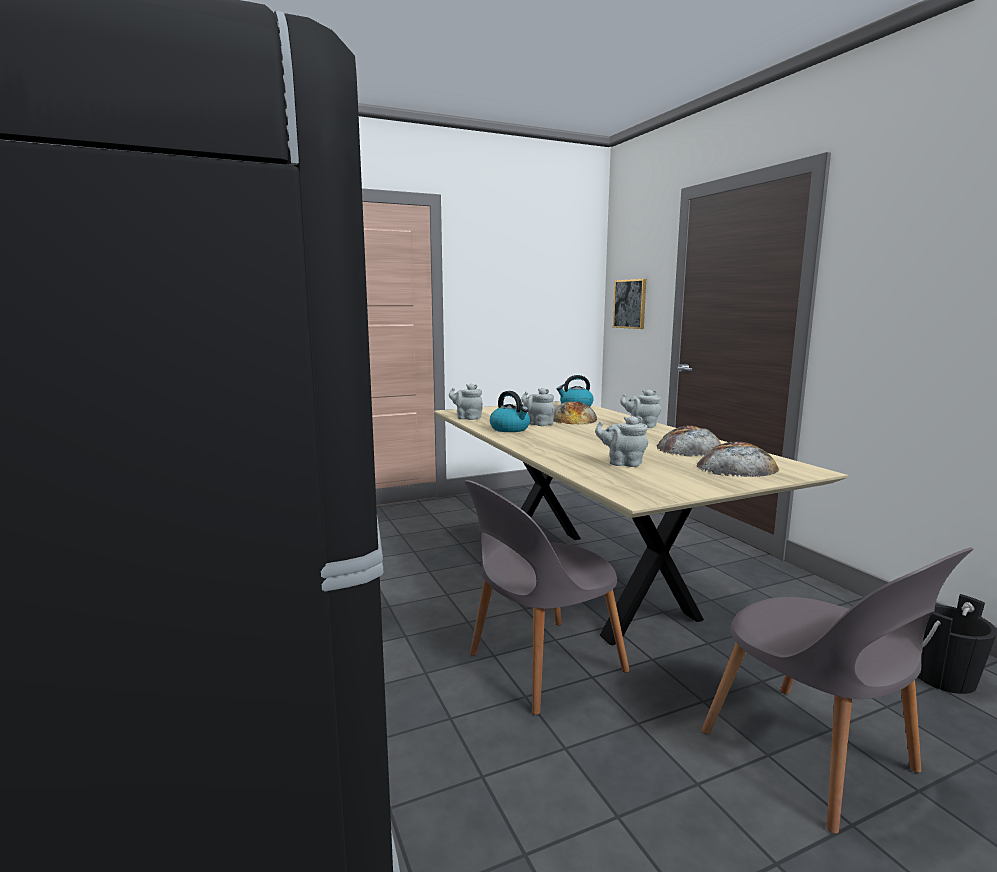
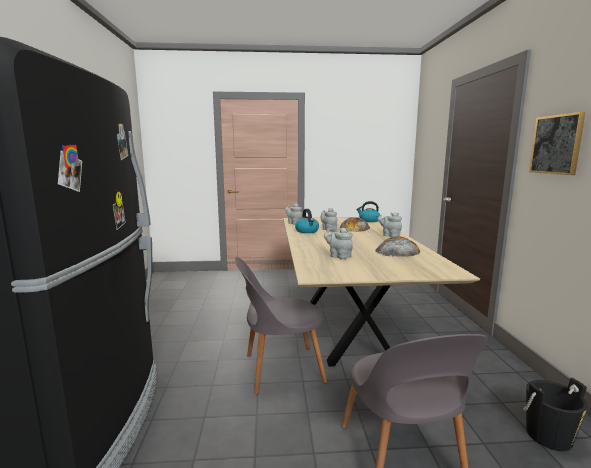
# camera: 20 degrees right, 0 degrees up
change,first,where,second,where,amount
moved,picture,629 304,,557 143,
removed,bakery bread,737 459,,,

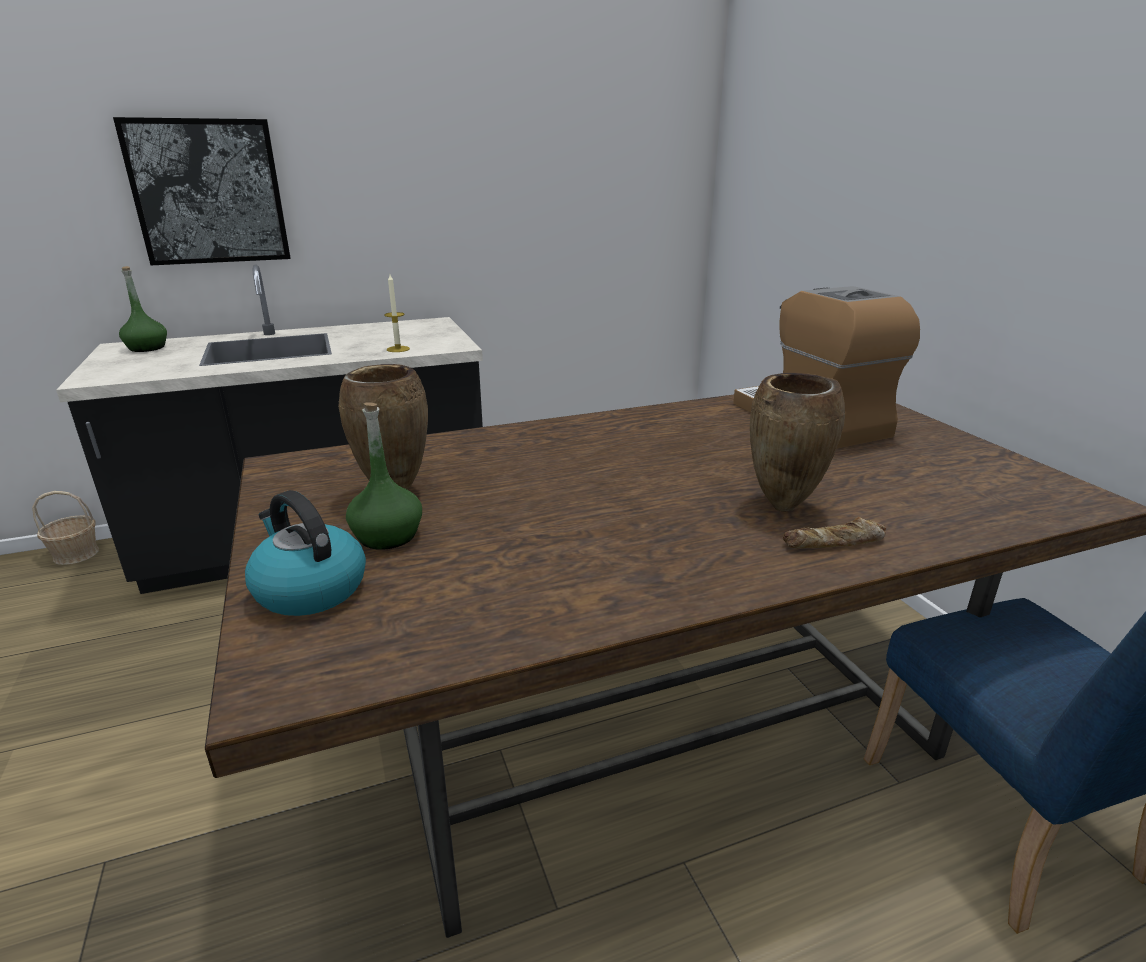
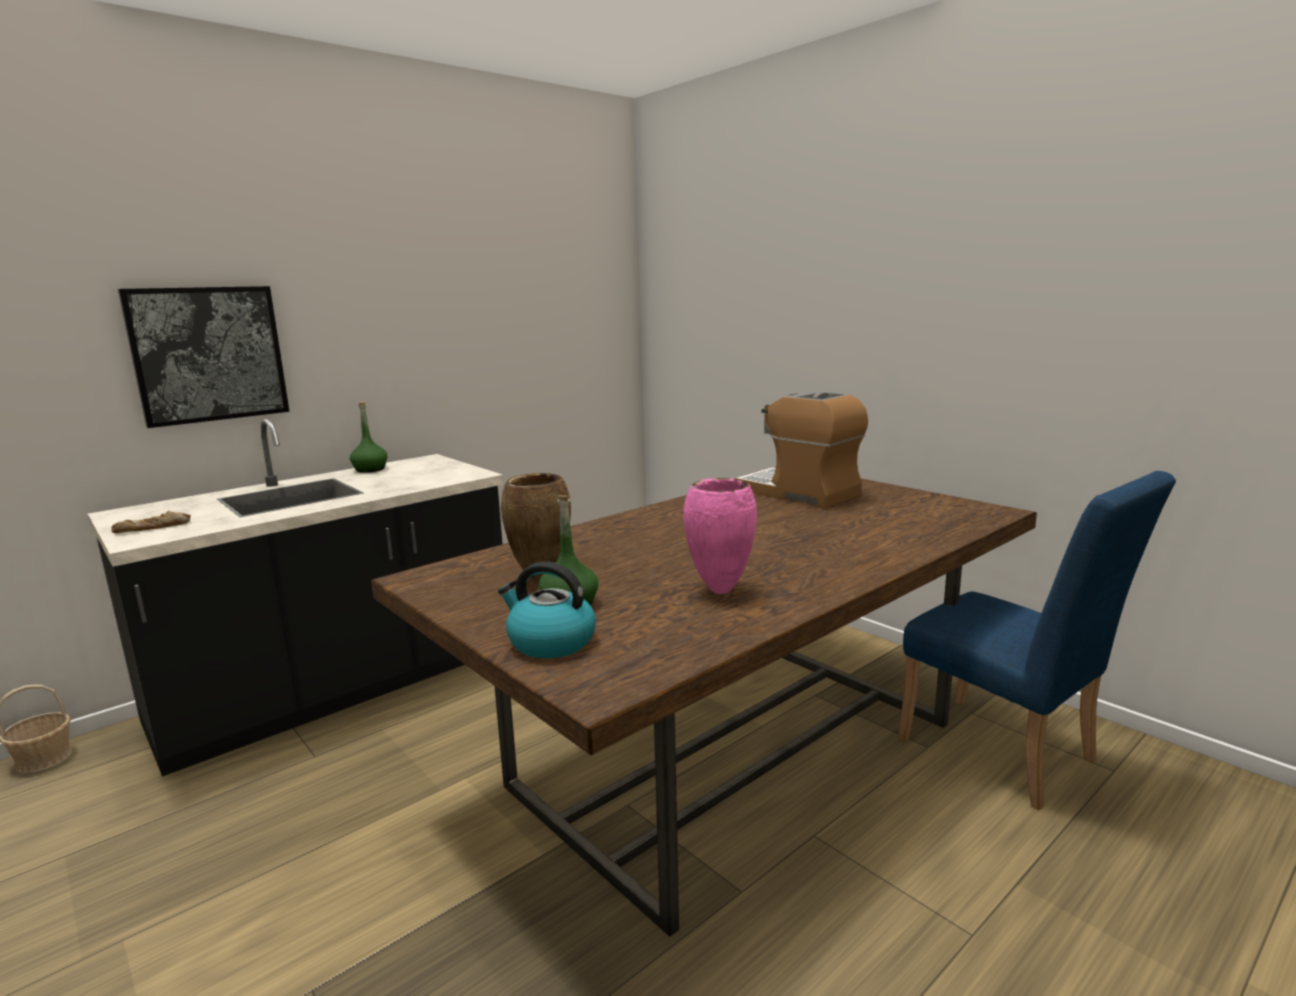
# camera: 20 degrees left, 10 degrees down
change,first,where,second,where,amount
moved,green drink bottle,143 309,,369 437,
removed,candle,397 313,,,
removed,brown-coloured decorative vase,797 442,,,
moved,bakery bread,834 532,,151 522,
added,,,pinkish decorative vase,720 536,

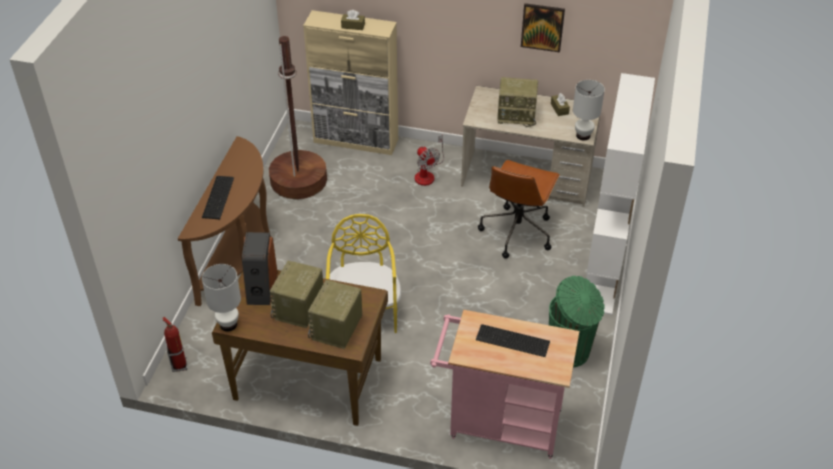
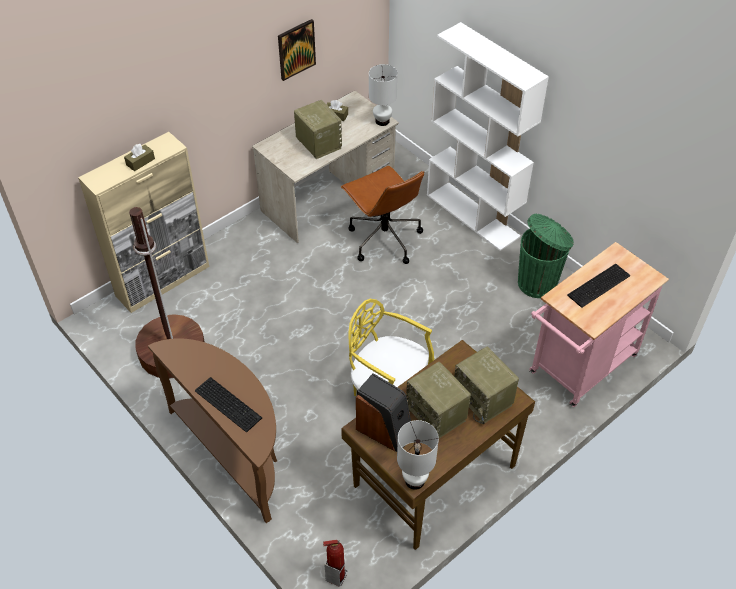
# camera: 55 degrees left, 5 degrees up
change,first,where,second,where,amount
turned,radio,517 102,,318 129,75 degrees counterclockwise
removed,electric fan,429 160,,,

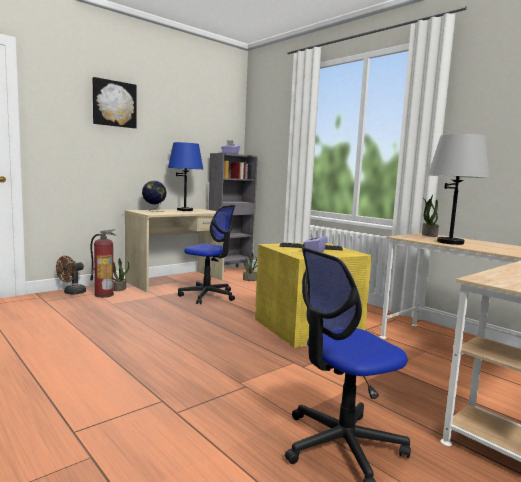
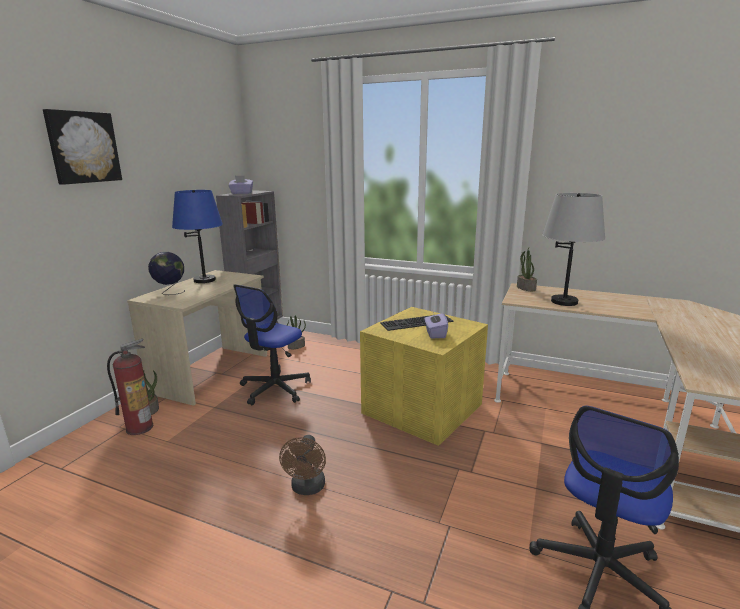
# camera: 25 degrees left, 10 degrees up
change,first,where,second,where,amount
turned,computer chair,206 254,,272 344,120 degrees clockwise
moved,brown-coloured electric fan,71 275,,302 465,

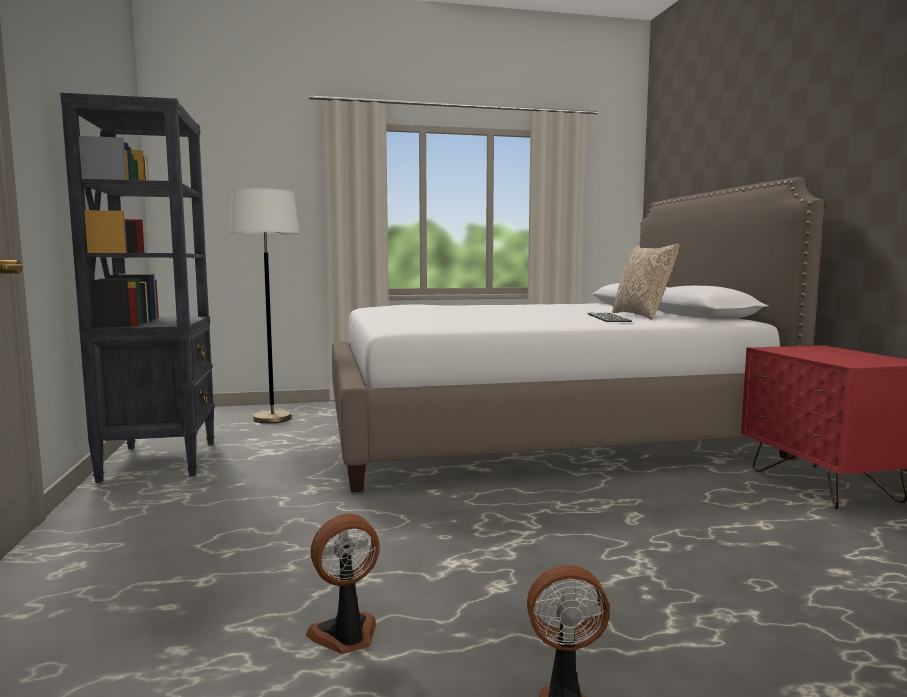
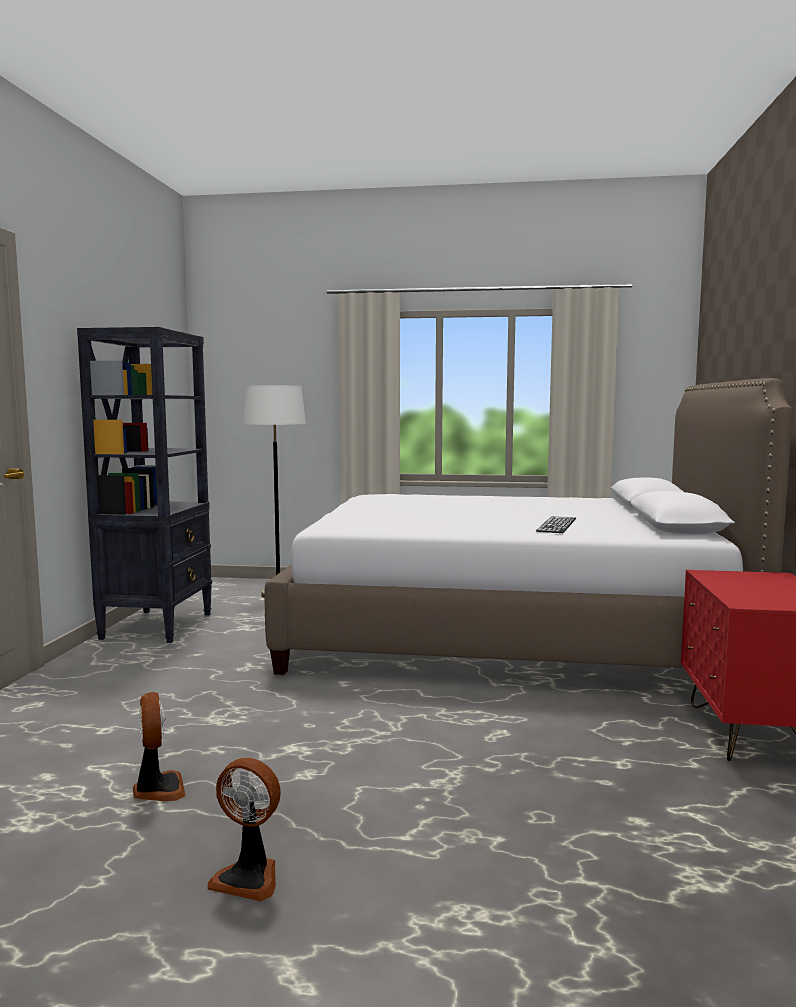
# camera: 20 degrees right, 0 degrees up
change,first,where,second,where,amount
removed,cushion,646 282,,,
turned,electric fan,342 584,,159 746,75 degrees clockwise

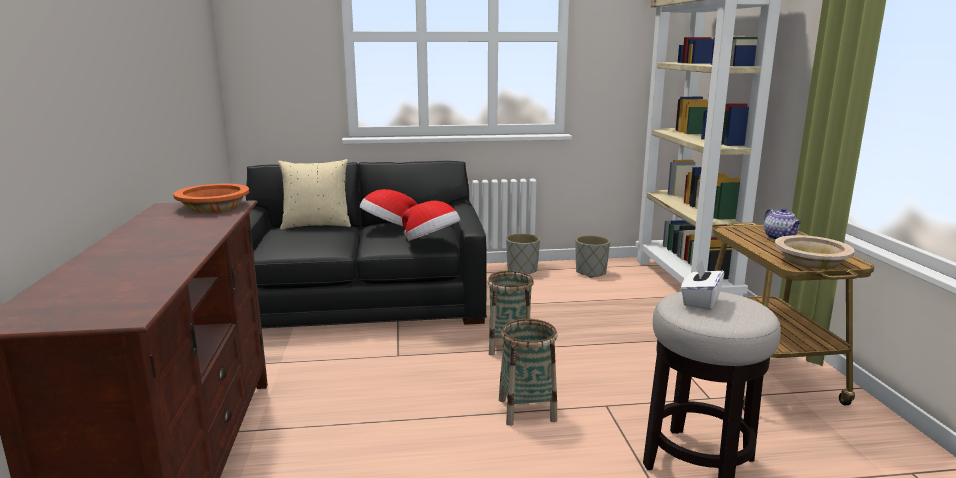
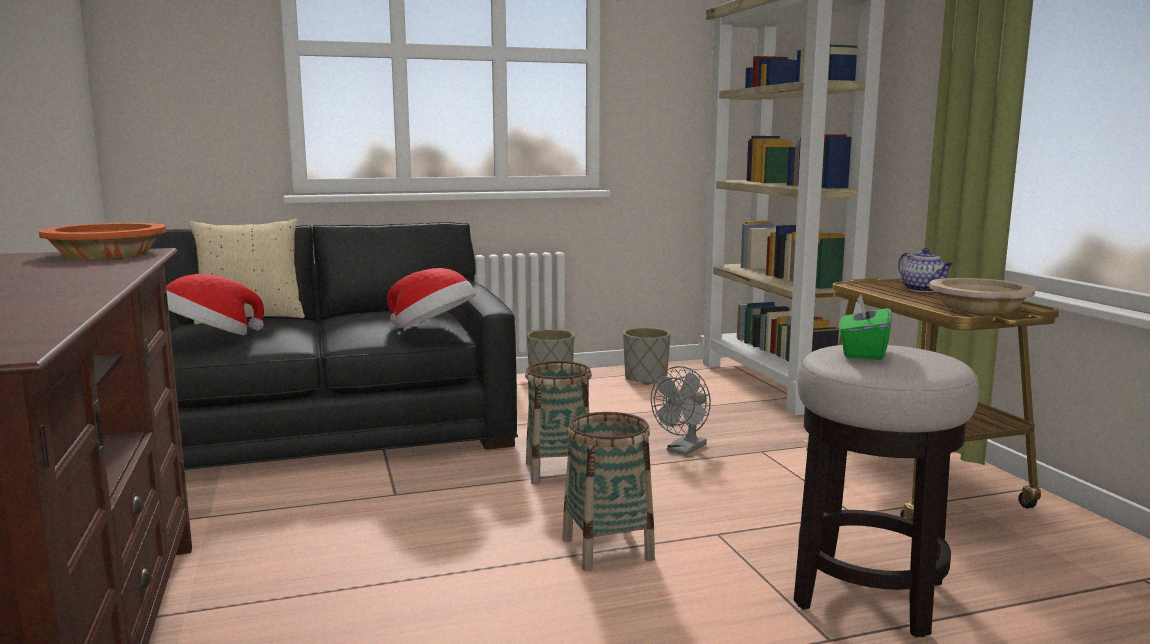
# camera: 10 degrees left, 5 degrees down
change,first,where,second,where,amount
moved,hat,389 207,,215 304,
recoloured,white-coloured tissue holder,702 285,green tissue holder,865 327,
added,,,grey electric fan,681 410,

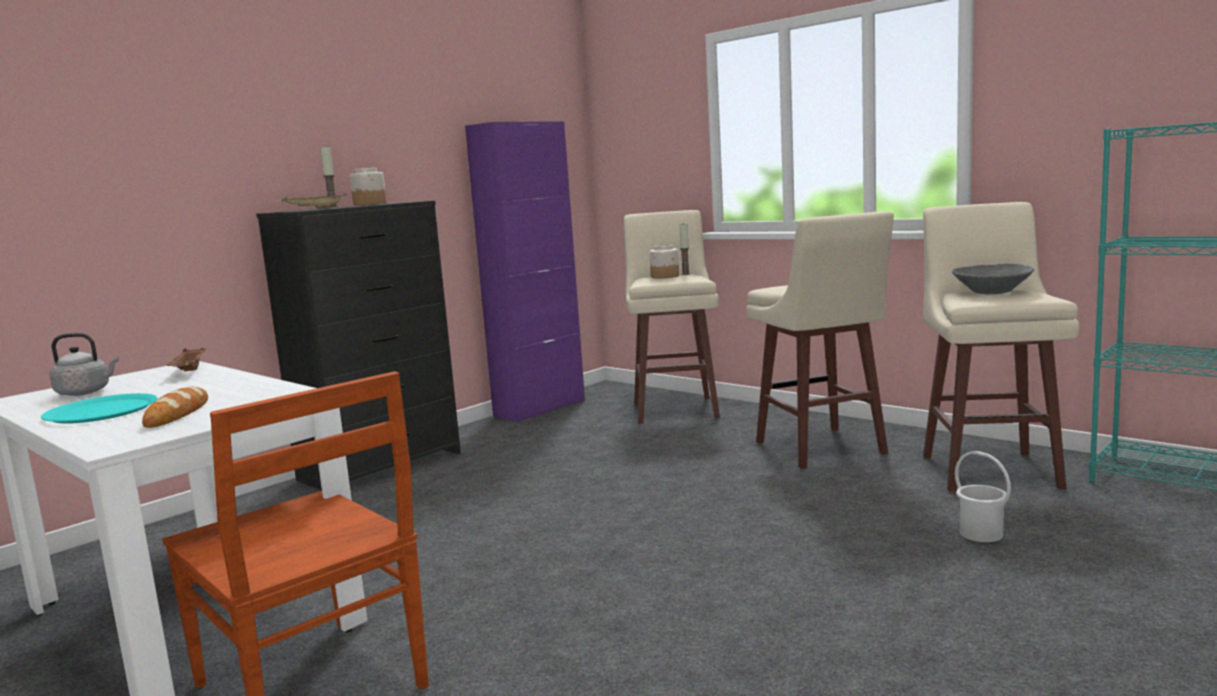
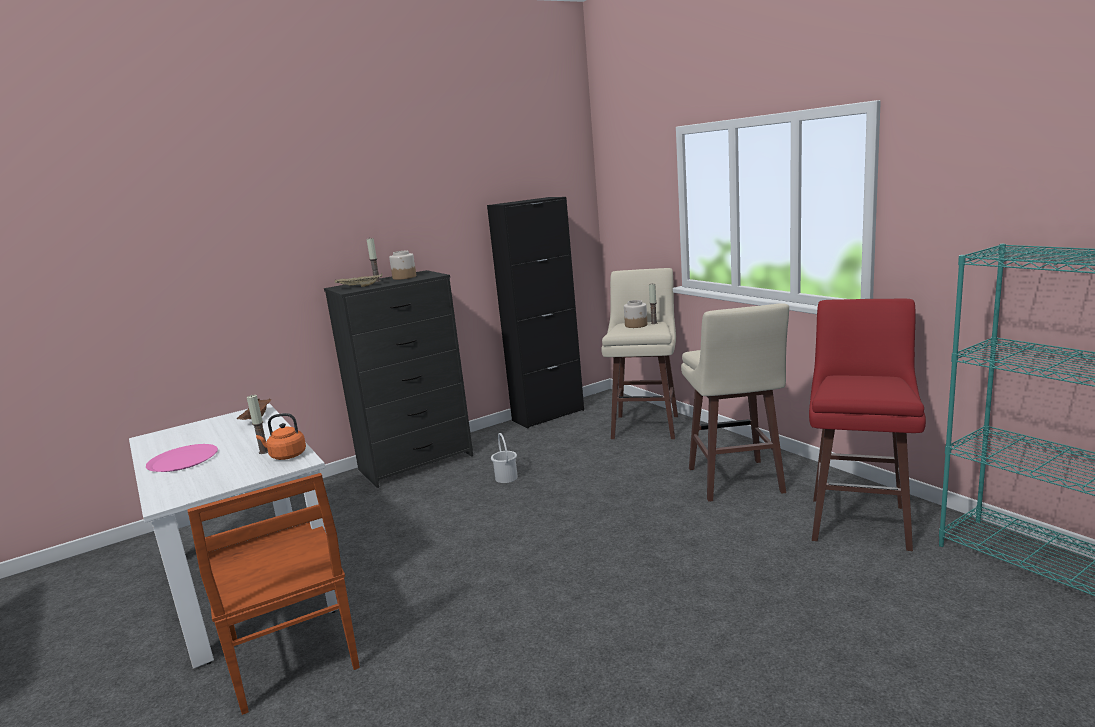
# camera: 15 degrees right, 5 degrees up
change,first,where,second,where,amount
recoloured,purple cabinet,525 271,blackish cabinet,535 313,
recoloured,beige-coloured stool seat,1001 347,red stool seat,867 425,
removed,grey bowl,993 279,,,
removed,grey kettle,84 364,,,
removed,bakery bread,175 407,,,
recoloured,blue-green plate,99 408,pinkish plate,182 458,
moved,white-coloured pail,983 496,,504 458,
added,,,candle,257 424,
added,,,orange kettle,281 436,

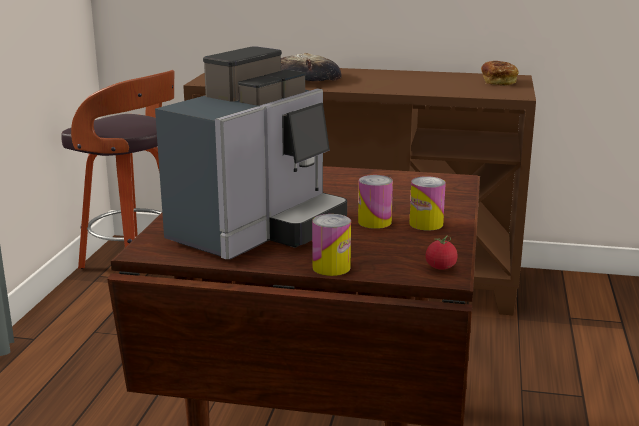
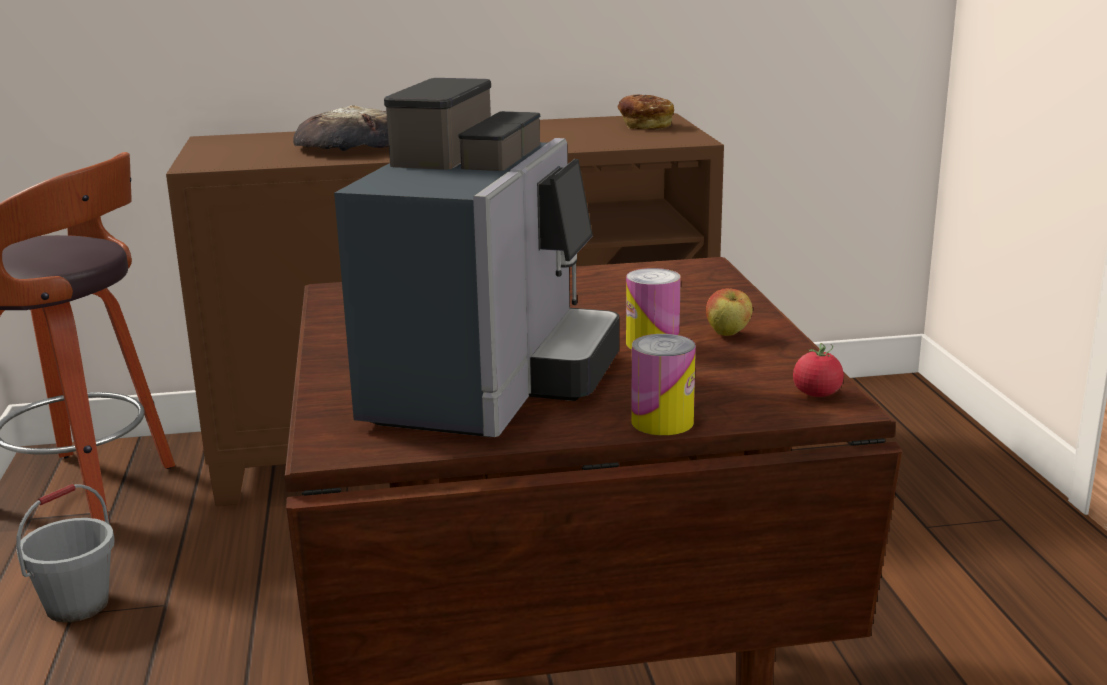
# camera: 20 degrees left, 0 degrees up
change,first,where,second,where,amount
replaced,can,428 203,apple,729 312,
added,,,grey pail,65 553,

